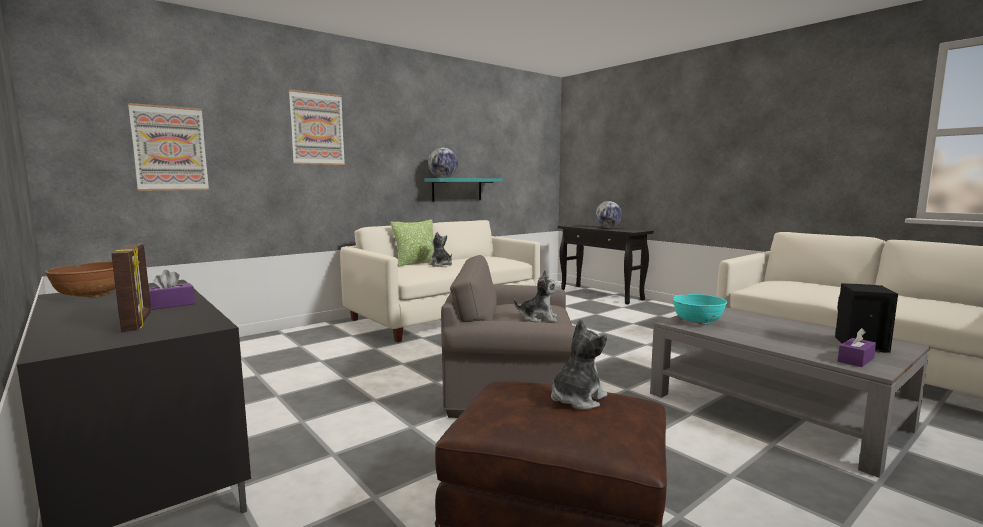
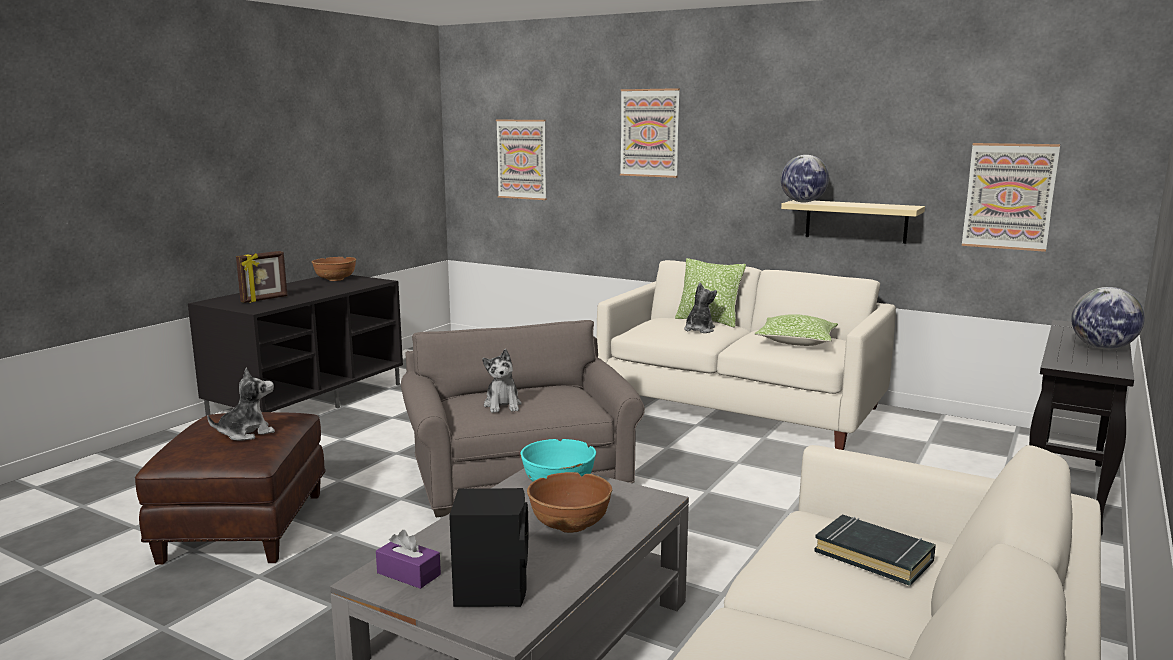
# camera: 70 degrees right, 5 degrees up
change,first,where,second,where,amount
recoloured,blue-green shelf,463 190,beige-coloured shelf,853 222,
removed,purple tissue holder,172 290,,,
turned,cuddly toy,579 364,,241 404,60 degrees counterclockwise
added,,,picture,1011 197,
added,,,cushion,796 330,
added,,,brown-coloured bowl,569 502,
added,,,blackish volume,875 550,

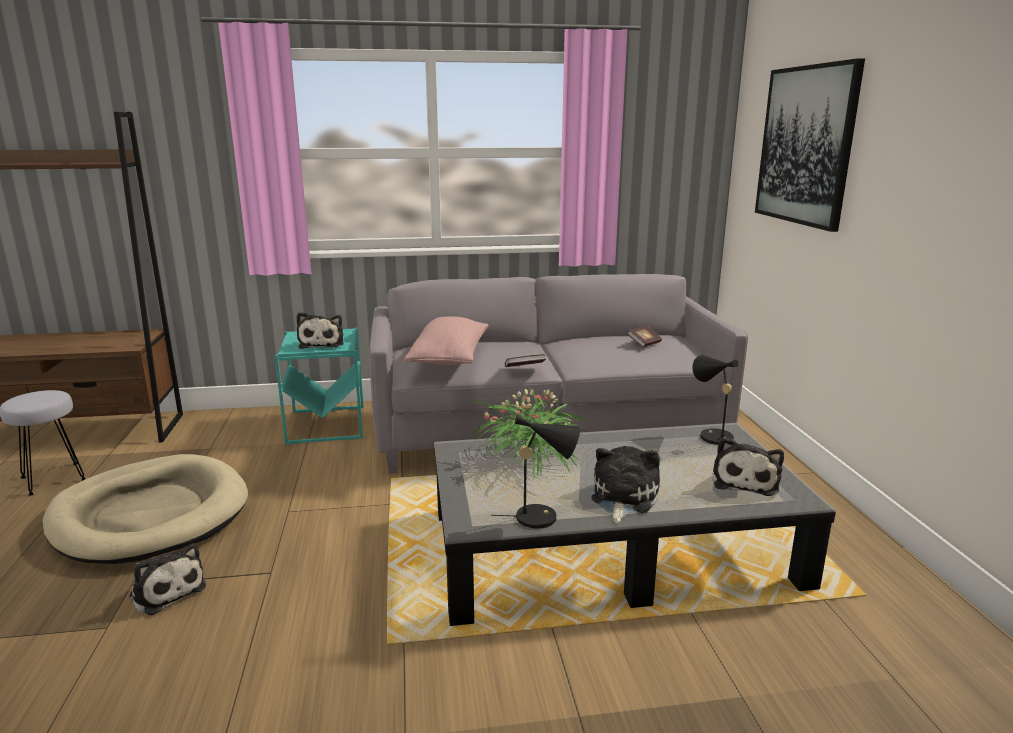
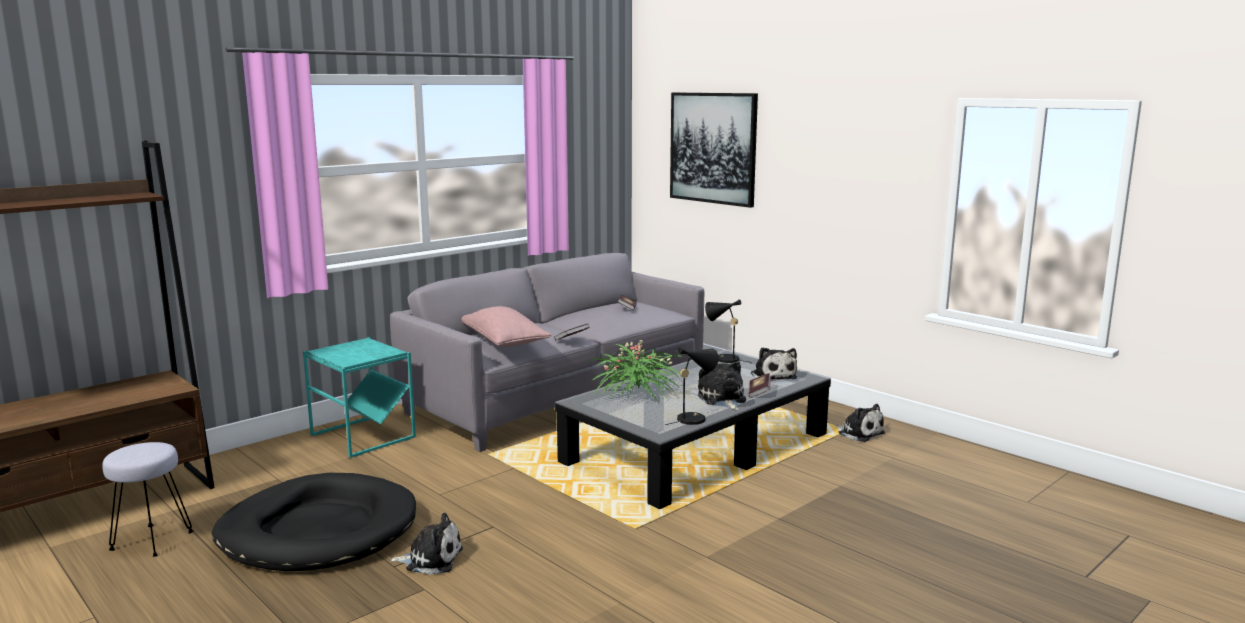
# camera: 35 degrees left, 5 degrees down
change,first,where,second,where,amount
moved,cuddly toy,320 330,,860 423,
recoloured,beige-coloured pet bed,145 509,blackish pet bed,314 522,
added,,,volume,760 385,

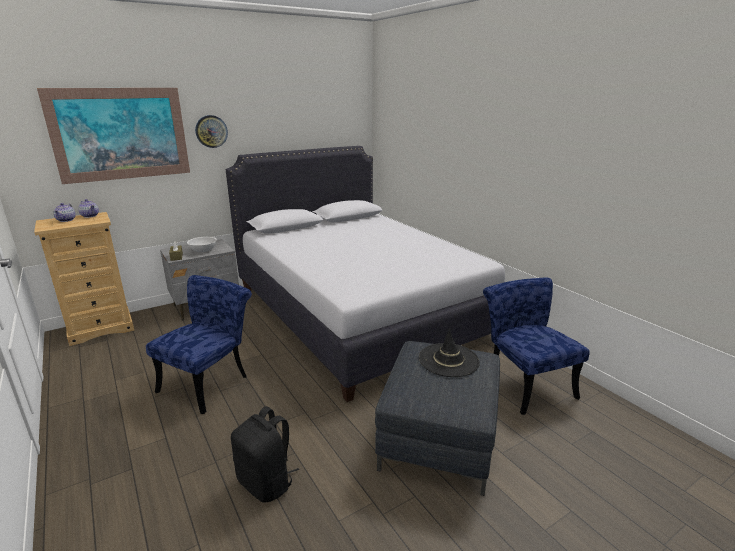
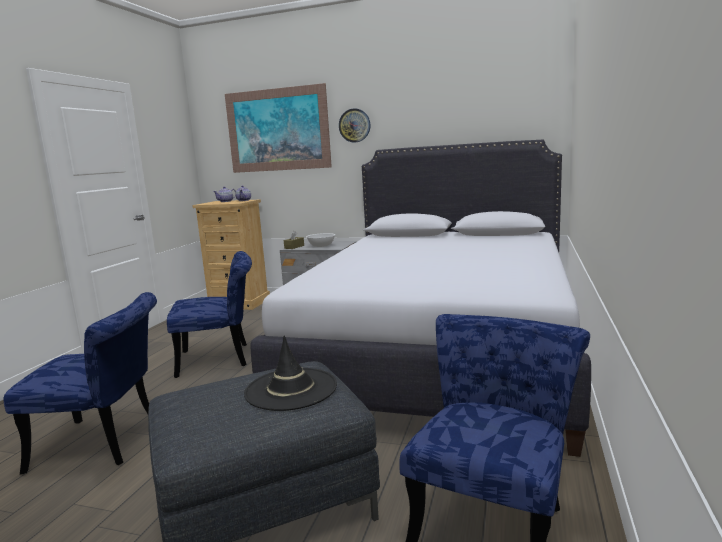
# camera: 50 degrees right, 10 degrees down
change,first,where,second,where,amount
replaced,blackish rucksack,265 454,blue chair,80 383,

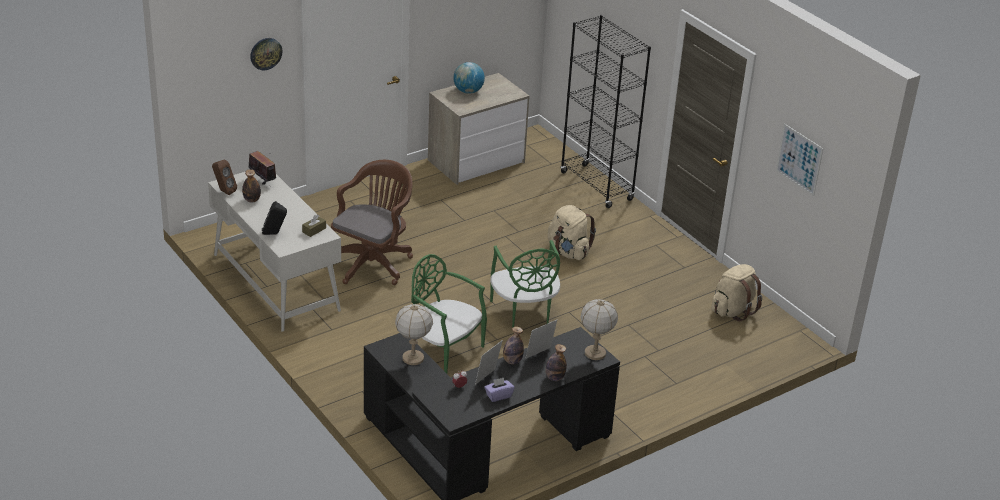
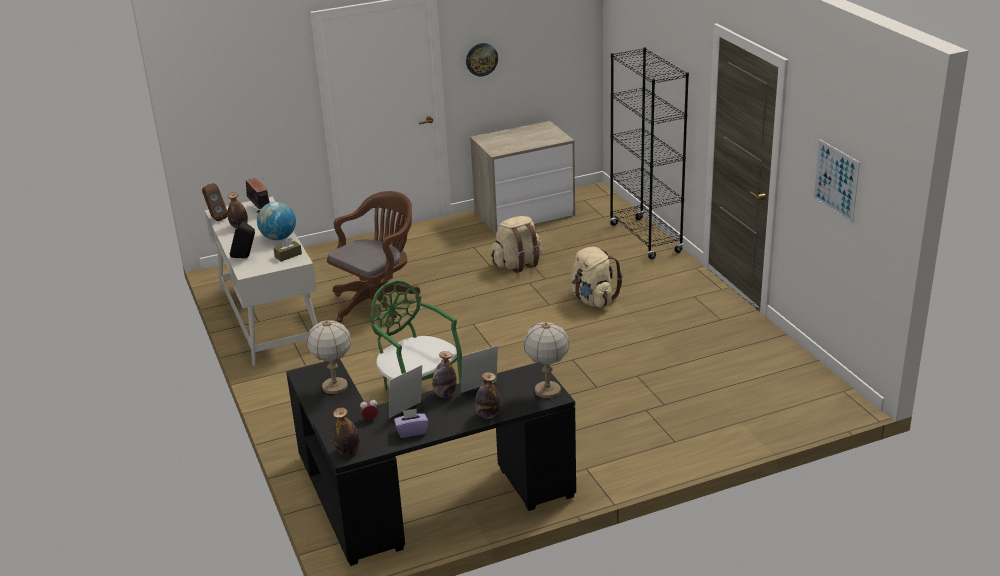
# camera: 15 degrees right, 5 degrees down
change,first,where,second,where,amount
moved,clock on the wall,266 54,,482 60,
moved,desk globe,469 78,,276 221,
removed,green chair,525 284,,,
moved,beige-coloured rucksack,736 293,,516 244,
added,,,drink bottle,346 431,

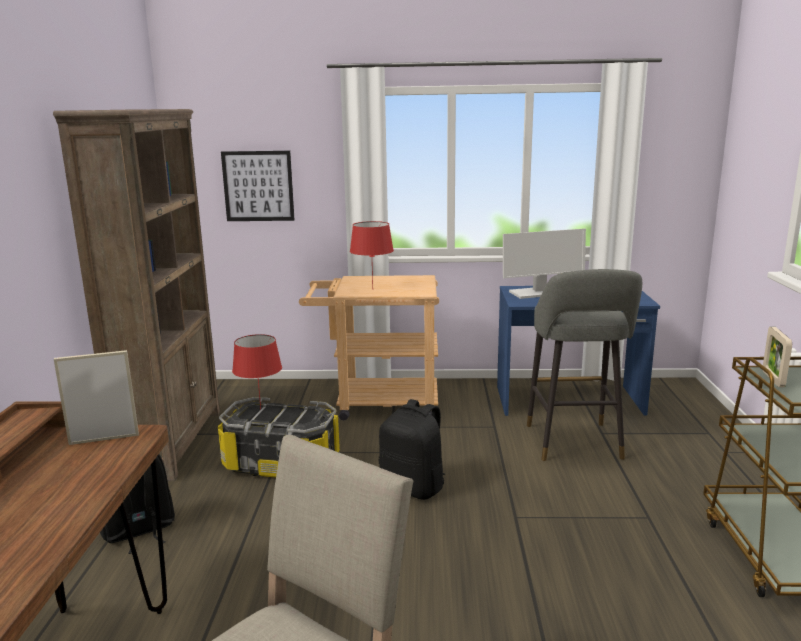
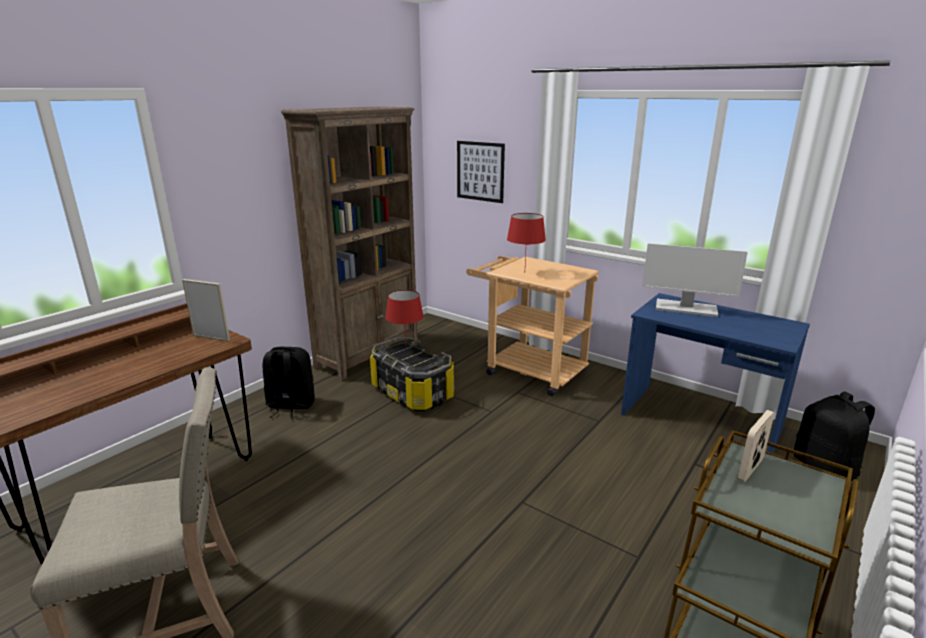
# camera: 35 degrees right, 5 degrees up
change,first,where,second,where,amount
removed,grey stool seat,584 365,,,
moved,blackish rucksack,412 449,,834 436,

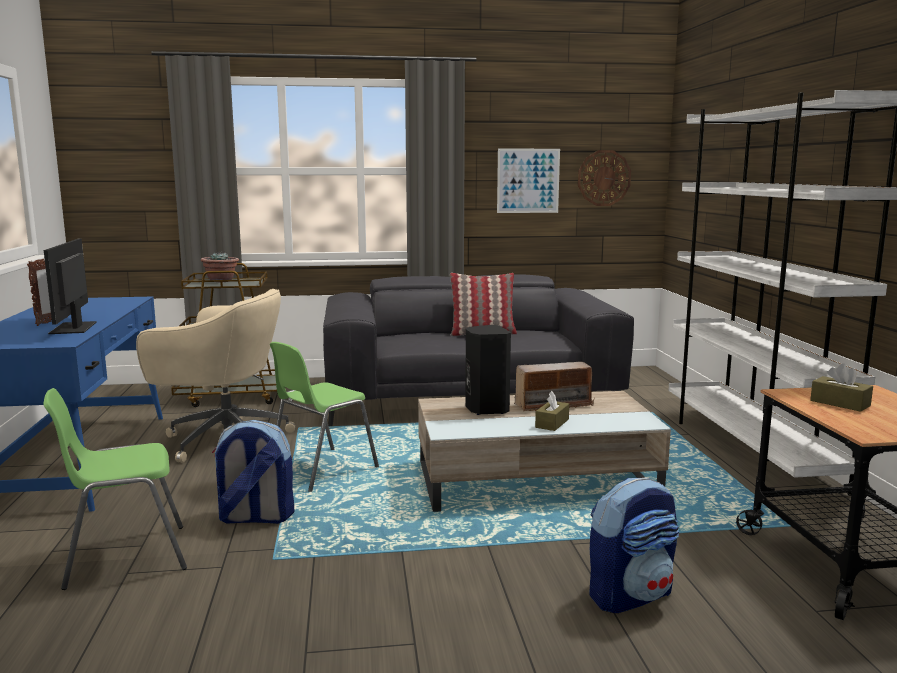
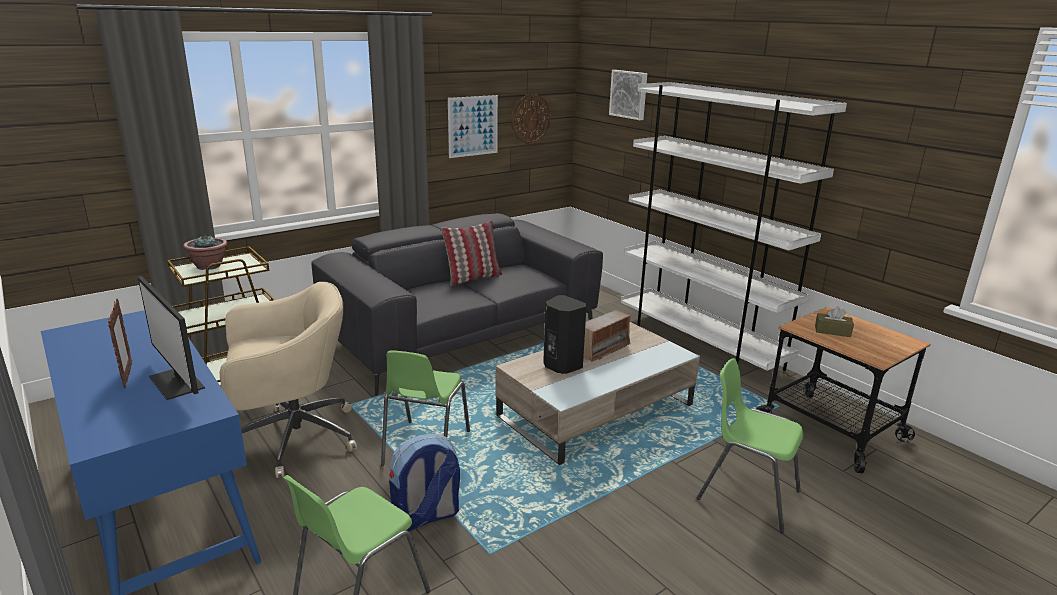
# camera: 30 degrees left, 10 degrees up
change,first,where,second,where,amount
removed,brown-coloured tissue holder,552 411,,,
replaced,rucksack,634 545,green chair,750 445,
added,,,picture,628 95,

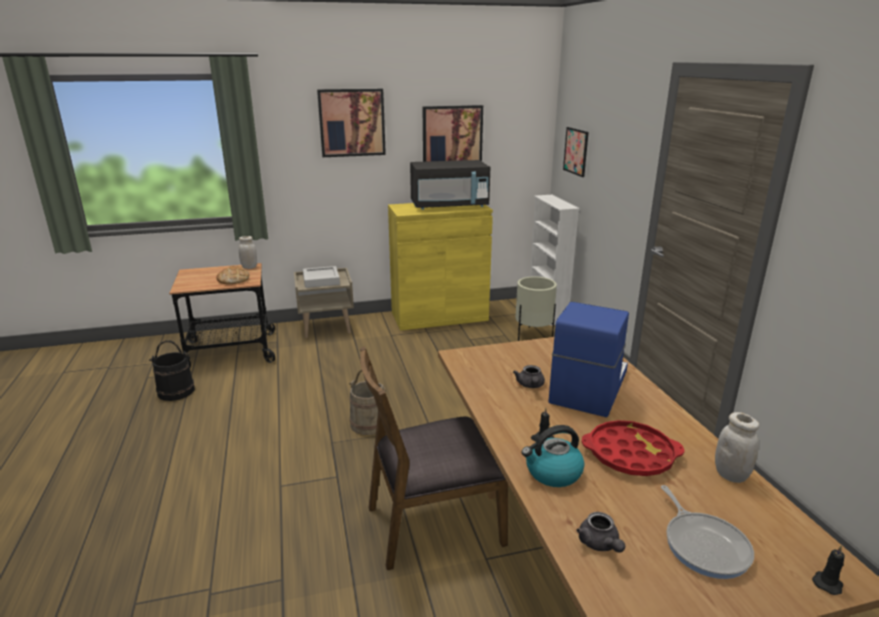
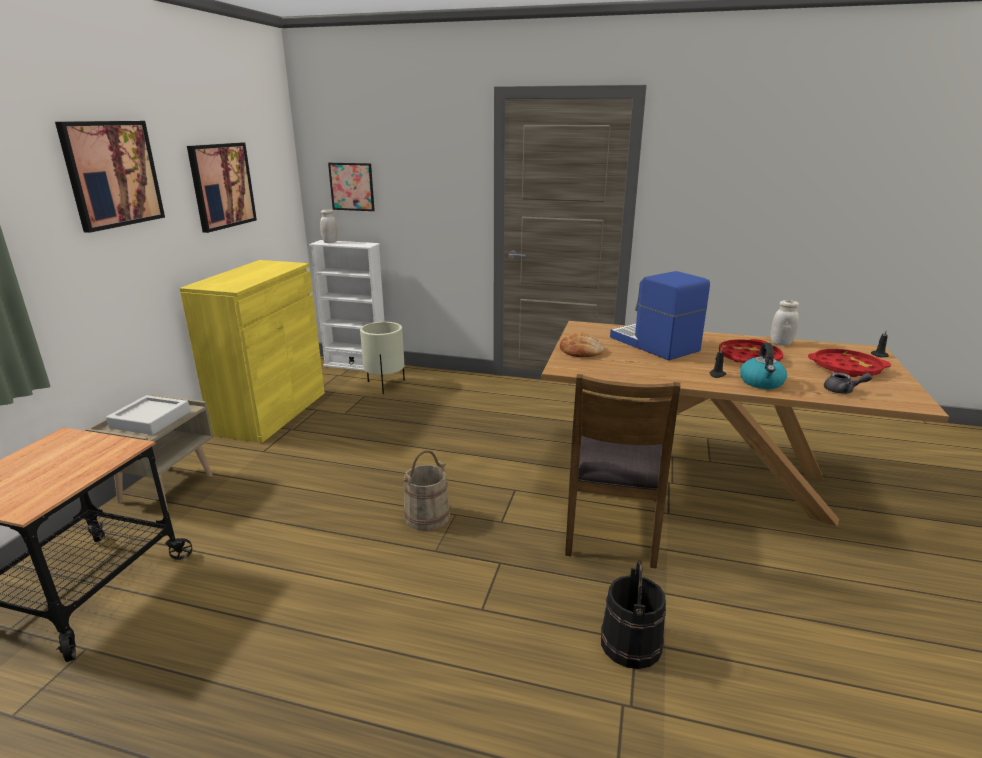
# camera: 60 degrees left, 0 degrees up
change,first,where,second,where,amount
removed,blackish microwave oven,450 185,,,
moved,white-coloured preserve jar,248 252,,329 226,
moved,bakery bread,232 275,,581 344,
moved,blackish pail,172 370,,633 615,
removed,grey pot for tea,529 376,,,
replaced,skillet,707 532,red tray,849 363,

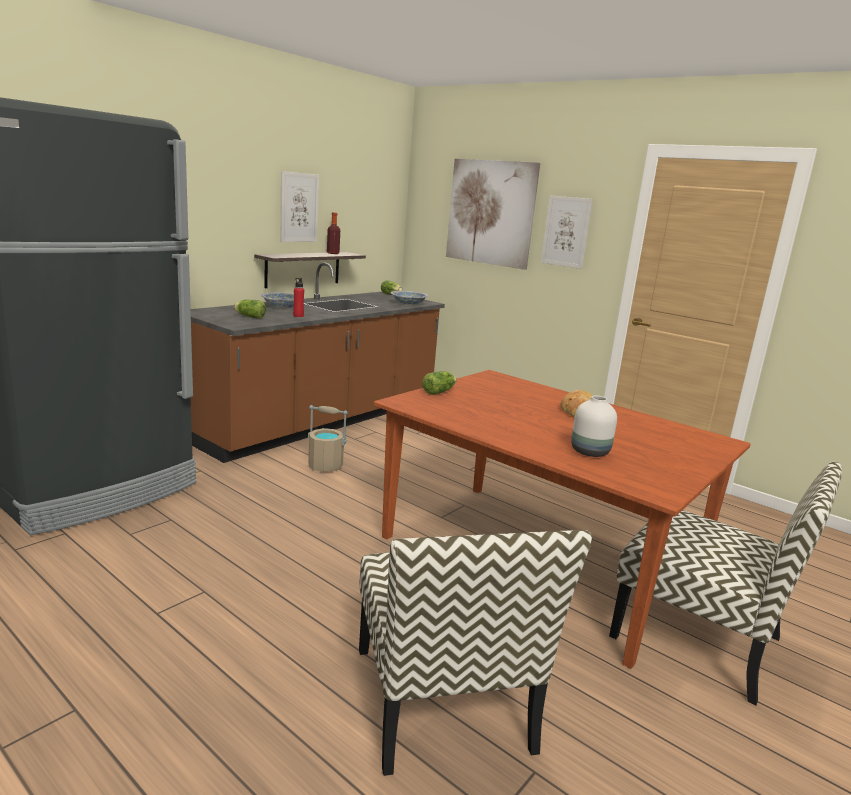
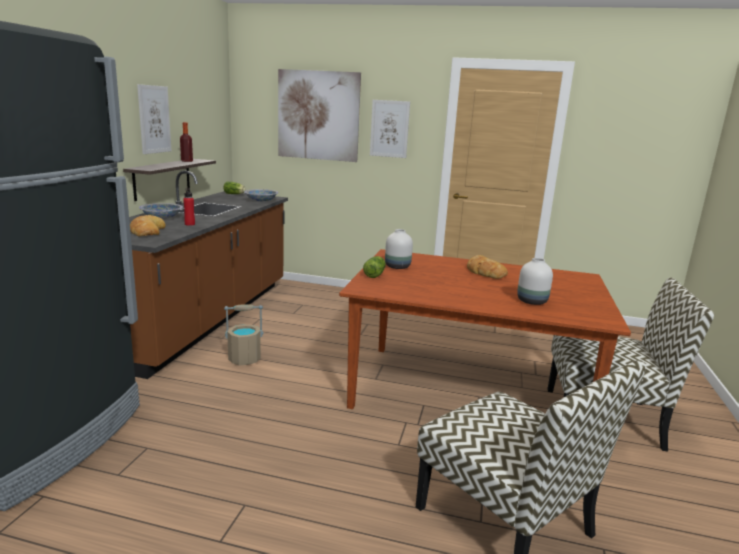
# camera: 25 degrees left, 0 degrees up
change,first,where,second,where,amount
replaced,lettuce head,250 309,bakery bread,148 225,
added,,,white-coloured decorative vase,399 249,

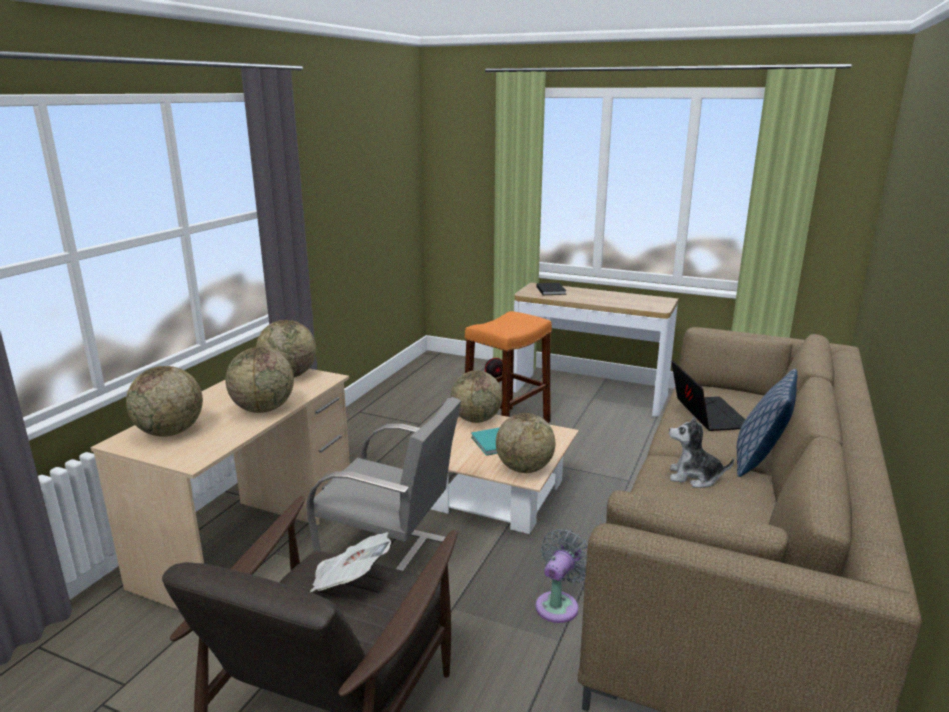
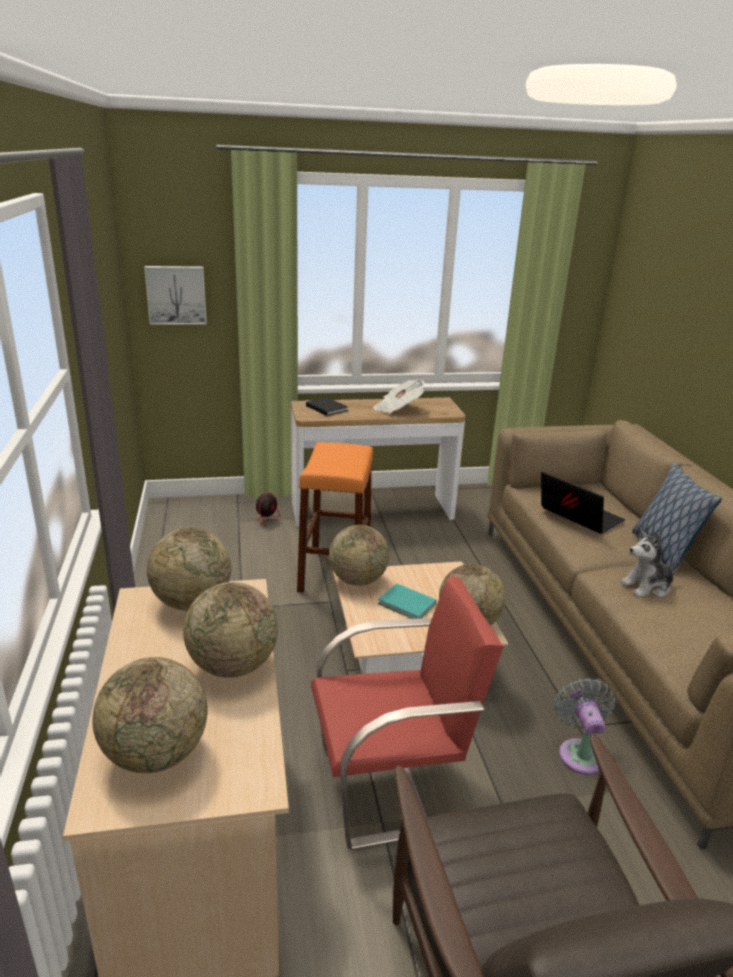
# camera: 35 degrees left, 5 degrees up
change,first,where,second,where,amount
recoloured,grey chair,383 484,red chair,407 713,
moved,newspaper,350 562,,399 397,
added,,,picture,175 295,

